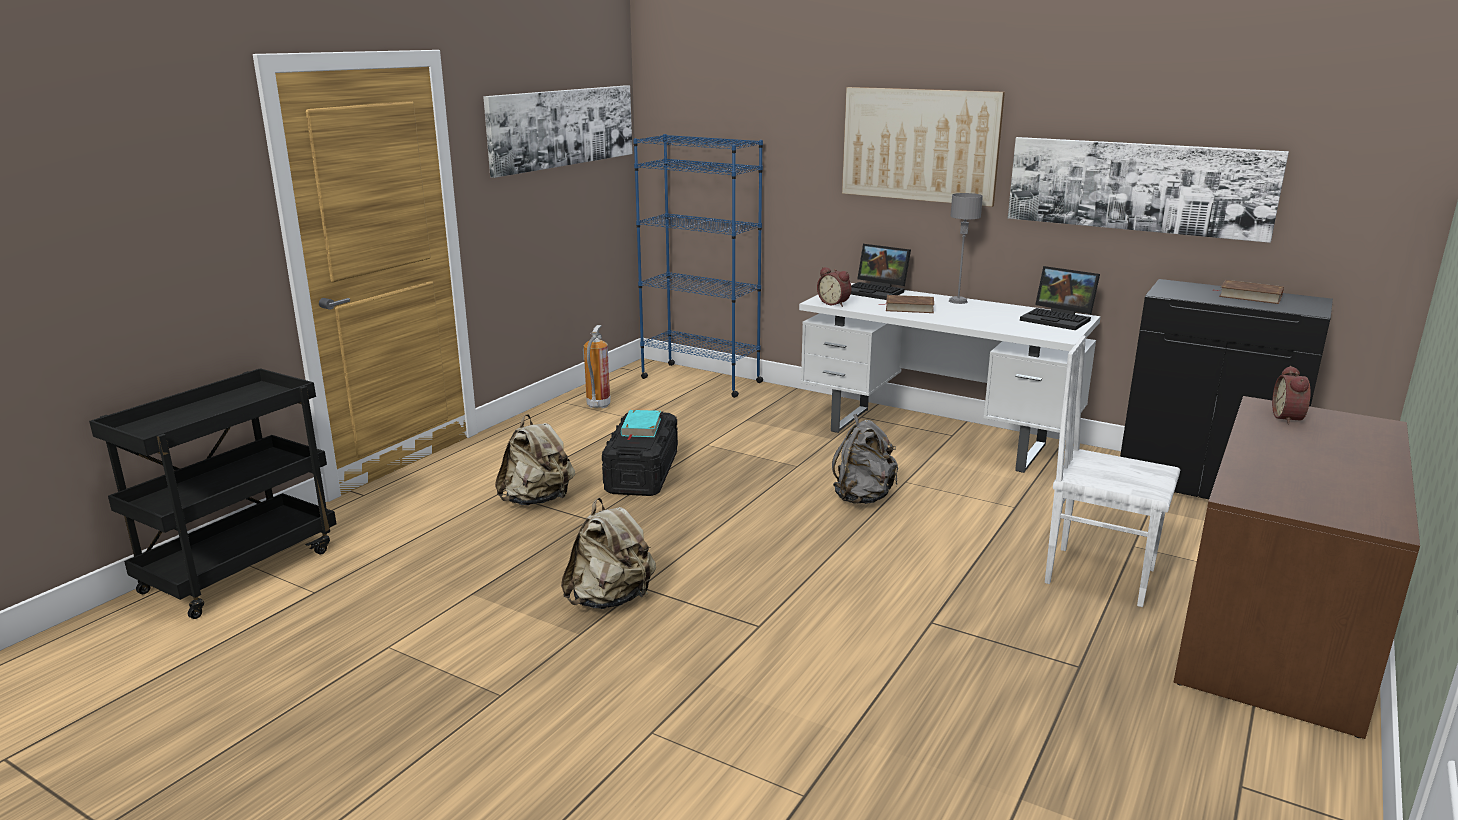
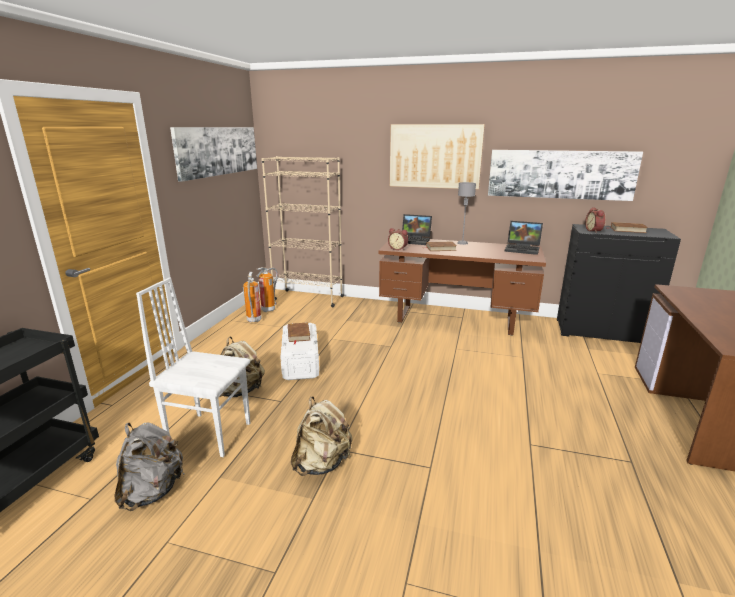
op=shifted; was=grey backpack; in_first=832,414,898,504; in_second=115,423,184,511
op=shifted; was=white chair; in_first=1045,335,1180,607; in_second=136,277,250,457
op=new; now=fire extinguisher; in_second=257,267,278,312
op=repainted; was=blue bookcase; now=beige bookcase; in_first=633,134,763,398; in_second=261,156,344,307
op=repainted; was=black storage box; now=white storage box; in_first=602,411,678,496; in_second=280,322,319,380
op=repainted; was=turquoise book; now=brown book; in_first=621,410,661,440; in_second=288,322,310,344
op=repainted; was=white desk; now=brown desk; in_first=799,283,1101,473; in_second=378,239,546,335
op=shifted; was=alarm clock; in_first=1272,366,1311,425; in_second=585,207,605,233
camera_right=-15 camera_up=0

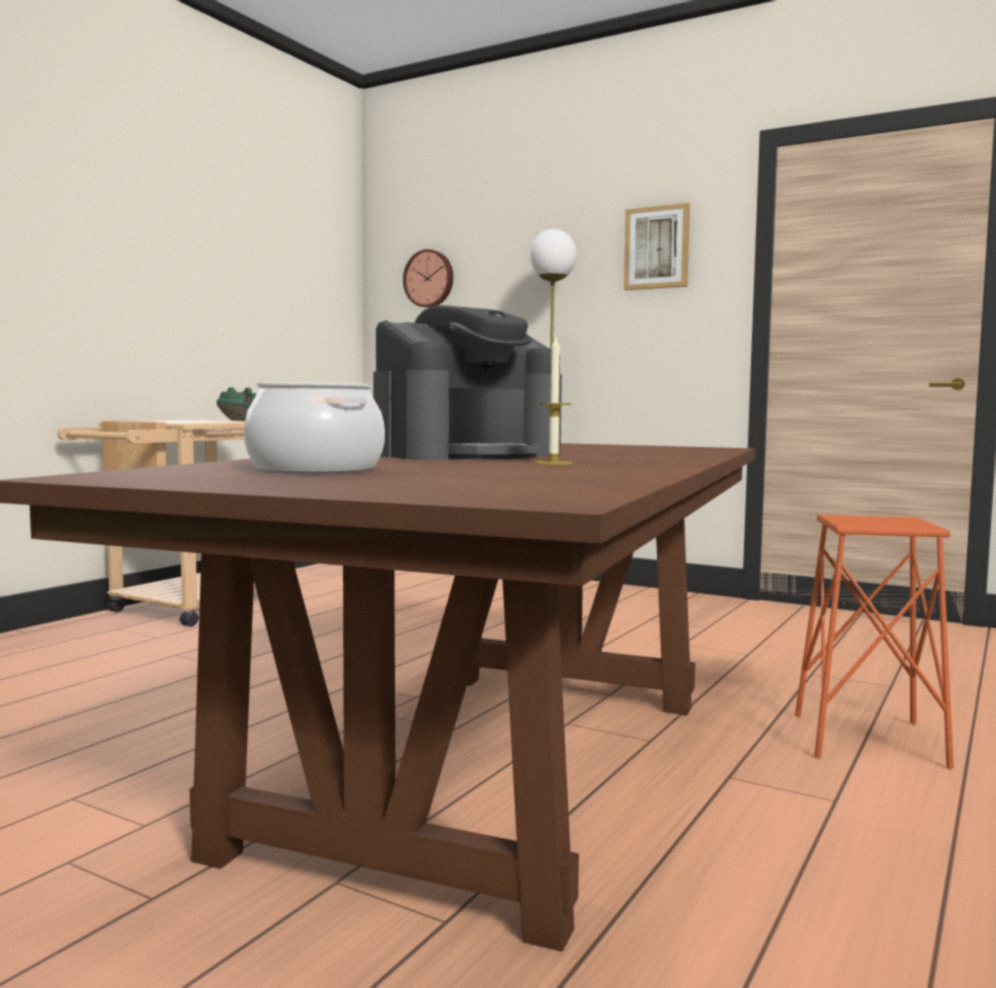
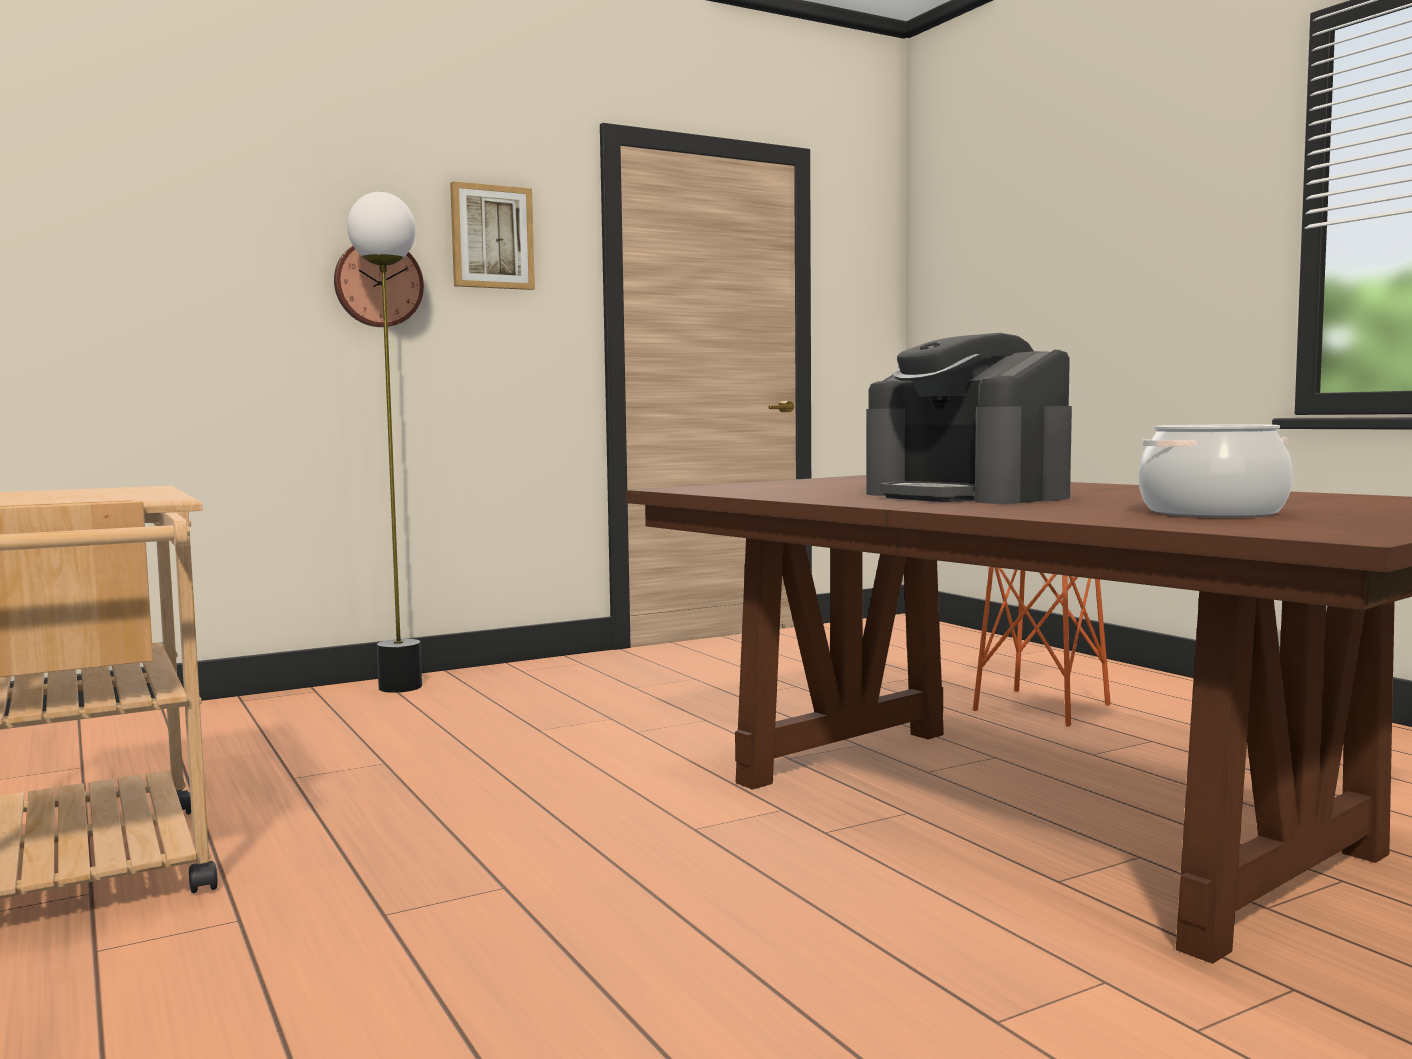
op=shifted; was=wall clock; in_first=403,249,453,308; in_second=334,246,424,327
op=rotated; was=coffee machine; in_first=373,305,562,460; in_second=866,333,1072,504; clockwise=150
op=gone; was=green cooking pot; in_first=217,387,257,421
op=gone; was=candle; in_first=534,335,573,465
camera_right=-60 camera_up=0

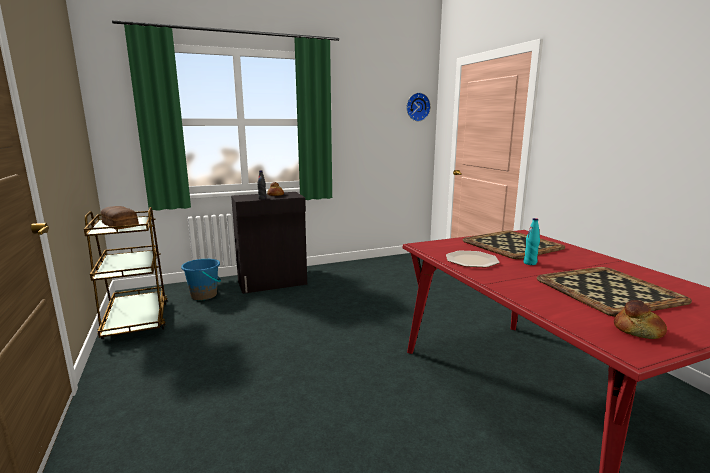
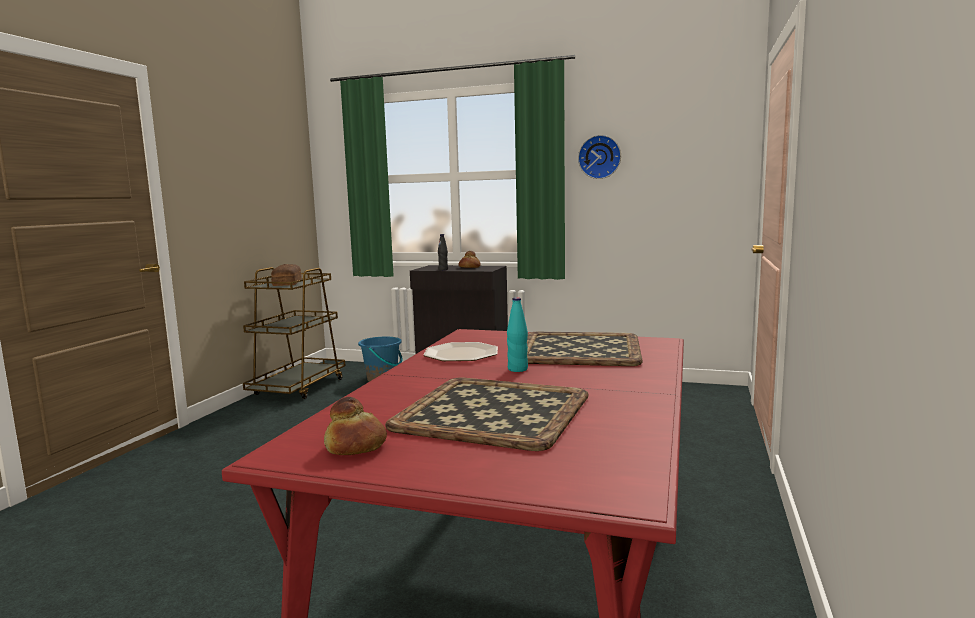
op=shifted; was=wall clock; in_first=407,93,431,121; in_second=578,135,621,179
camera_right=40 camera_up=-5

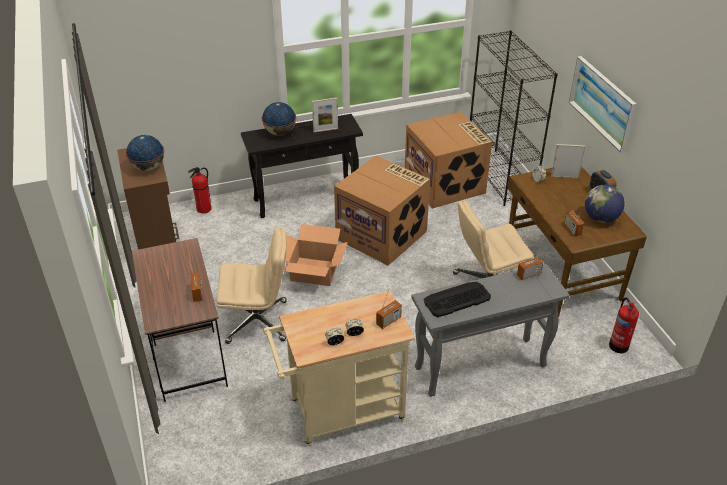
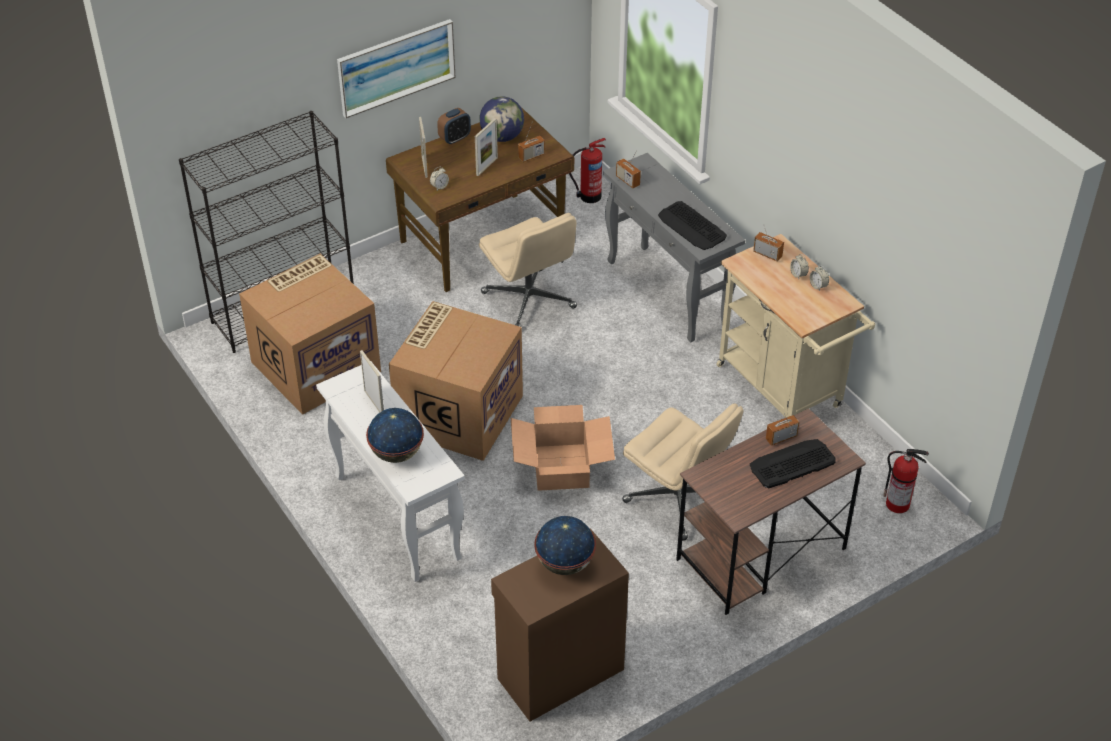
op=repainted; was=black console table; now=white console table; in_first=241,114,363,218; in_second=316,362,465,582
op=new; now=picture frame; in_second=475,118,498,176
op=rotated; was=beige office chair; in_first=216,228,287,344; in_second=622,403,744,541; clockwise=150
op=new; now=keyboard; in_second=750,439,835,489
op=shifted; was=fire extinguisher; in_first=188,167,212,213; in_second=883,449,929,513
camera_right=-105 camera_up=5

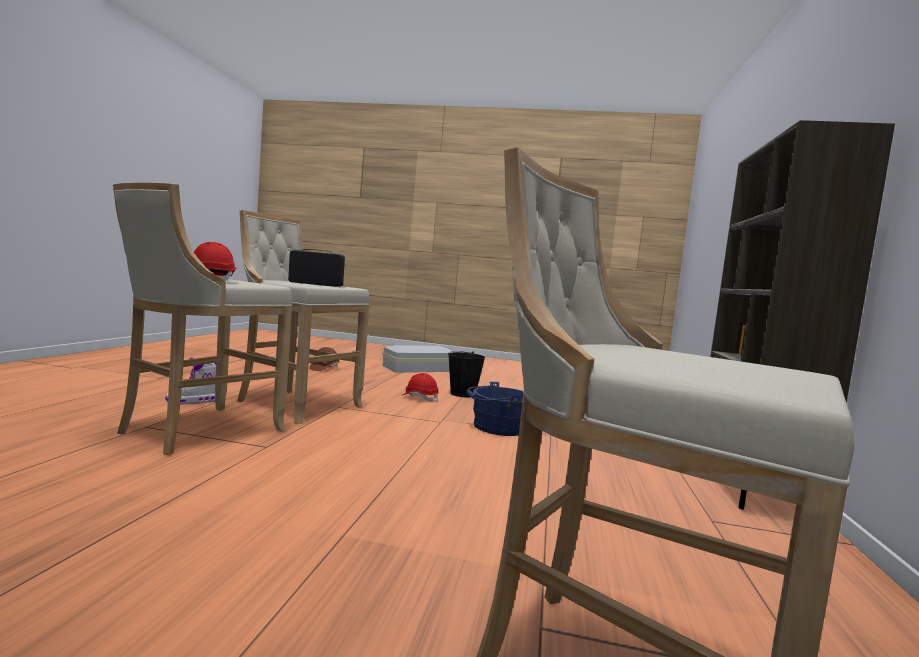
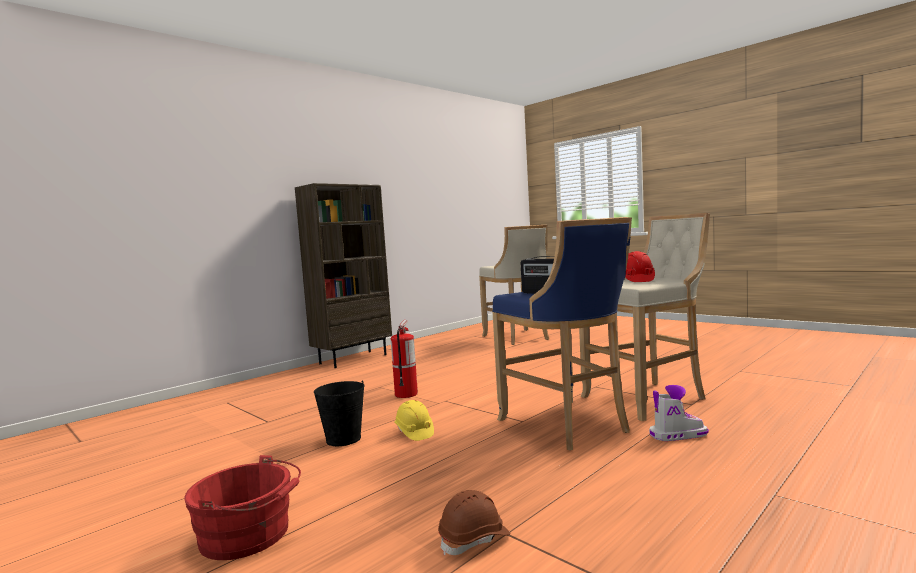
op=swapped; was=white storage box; now=red bucket; in_first=382,345,454,373; in_second=185,455,301,560
op=swapped; was=blue bucket; now=fire extinguisher; in_first=466,382,523,436; in_second=391,320,418,398
op=repainted; was=red hard hat; now=yellow hard hat; in_first=401,373,439,402; in_second=394,400,434,441
op=repainted; was=beige stool; now=blue stool; in_first=237,210,370,424; in_second=492,217,632,450
camera_right=-145 camera_up=0

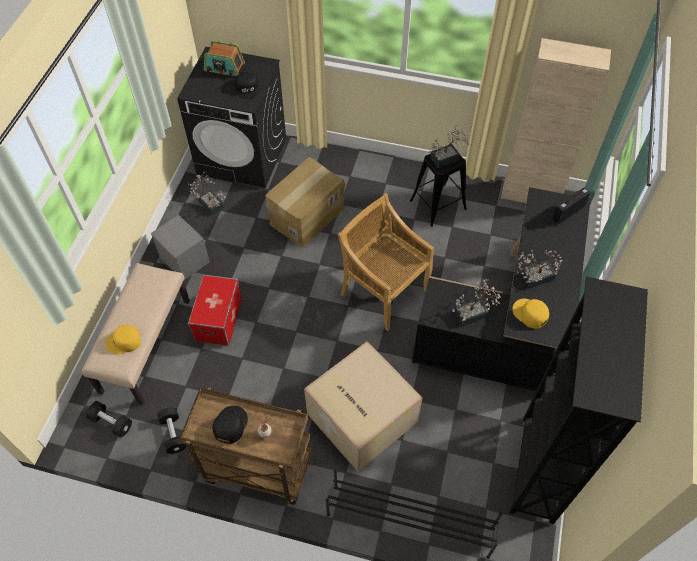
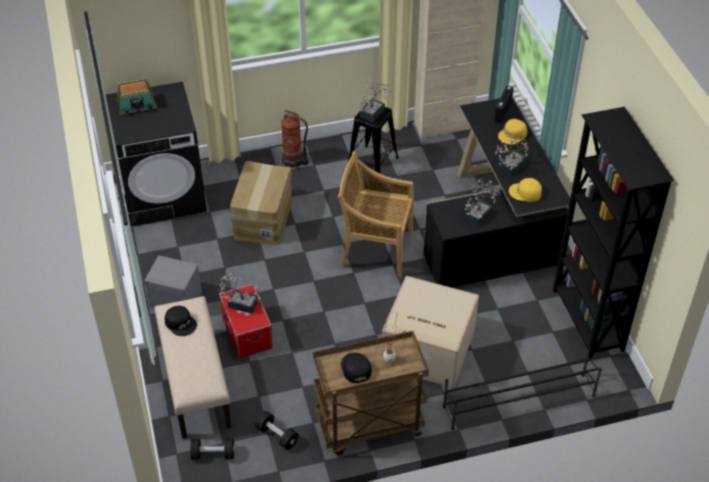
op=shifted; was=black cap; in_first=235,72,260,100; in_second=165,306,197,336
op=shifted; was=potted plant; in_first=188,171,226,215; in_second=217,270,263,314
op=new; now=fire extinguisher; in_second=281,110,308,169
op=shifted; was=yellow cap; in_first=105,325,141,355; in_second=498,119,527,144
camera_right=-30 camera_up=-10

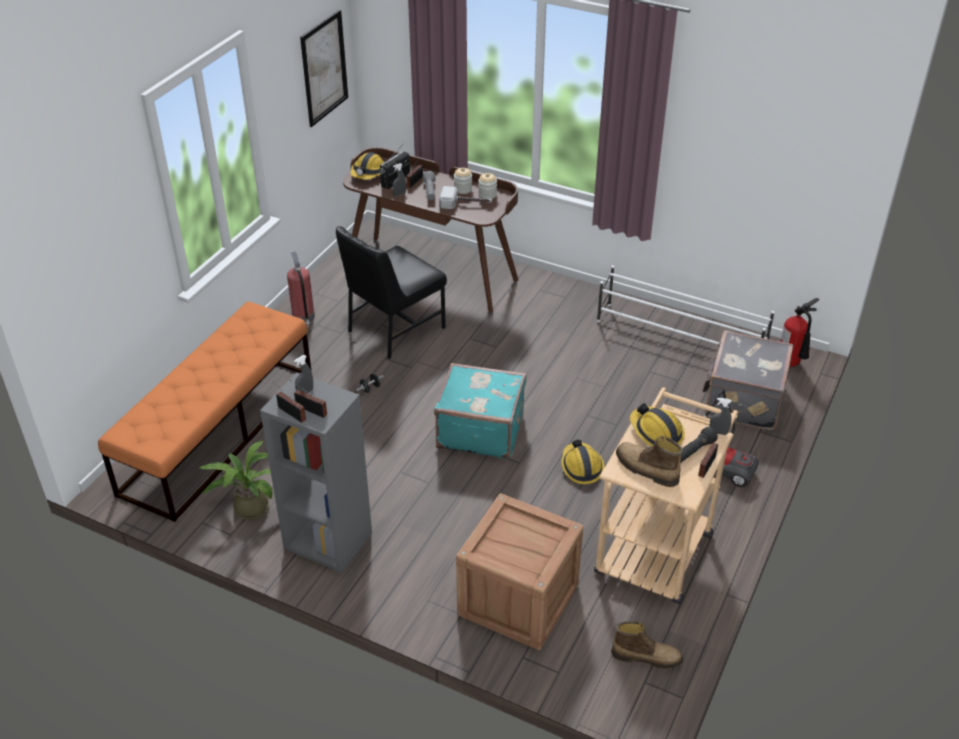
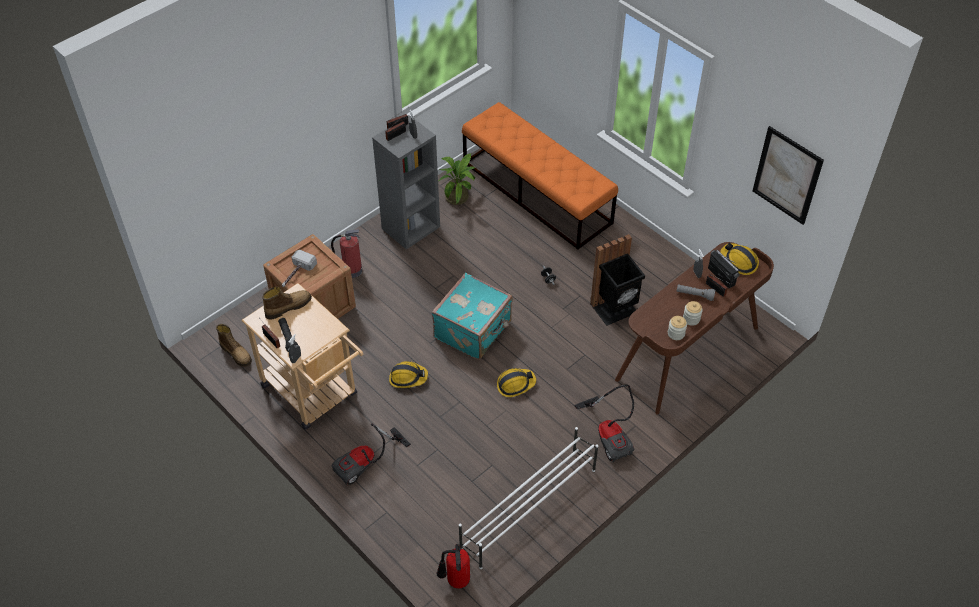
op=rotated; was=boot; in_first=611,621,683,669; in_second=216,324,252,367; clockwise=-75
op=shifted; was=hammer; in_first=439,186,492,209; in_second=282,250,317,287
op=shifted; was=fire extinguisher; in_first=287,252,315,327; in_second=331,229,362,278
op=shifted; was=hard hat; in_first=630,403,685,446; in_second=497,368,536,397
op=new; now=vacuum cleaner; in_second=574,384,634,462
op=swapped; was=black chair; now=black trash can; in_first=336,226,447,359; in_second=590,234,645,326
op=gone; was=grey suitcase; in_first=702,330,793,430
camera_right=110 camera_up=10

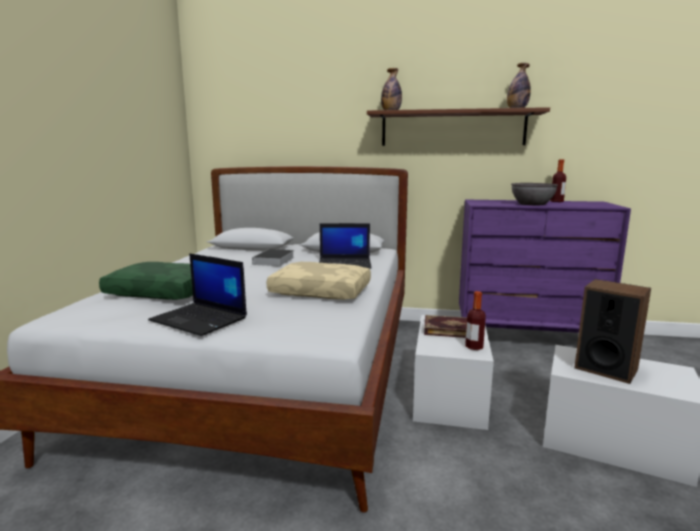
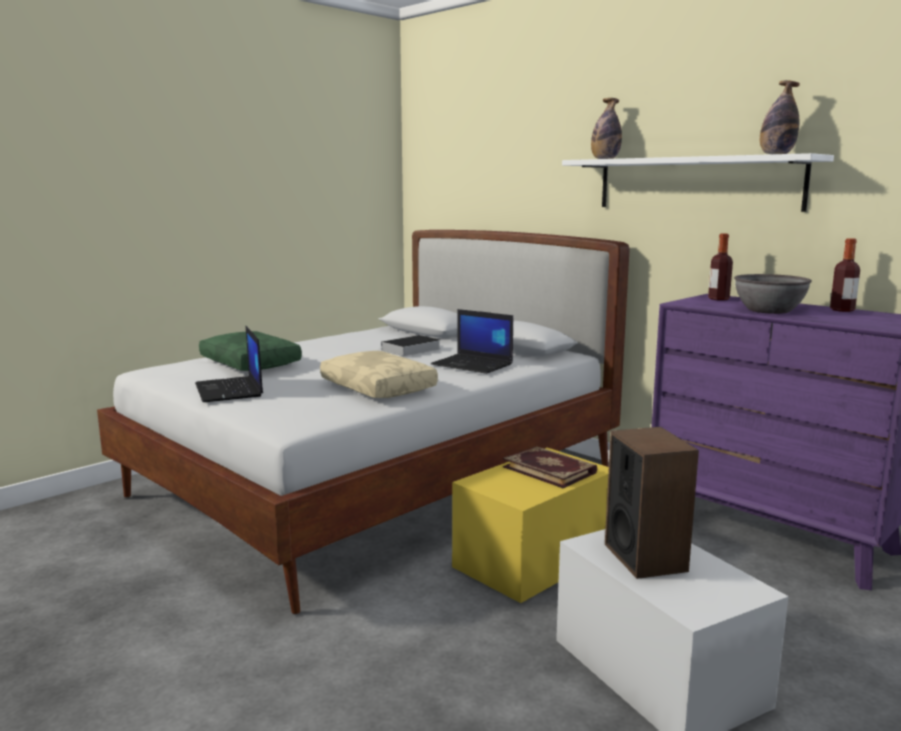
op=repainted; was=white storage box; now=yellow storage box; in_first=413,315,494,430; in_second=452,448,609,603
op=repainted; was=brown shelf; now=white shelf; in_first=367,107,550,146; in_second=562,153,834,212
op=shifted; was=bottle; in_first=465,291,486,350; in_second=708,234,733,300
camera_right=35 camera_up=0

